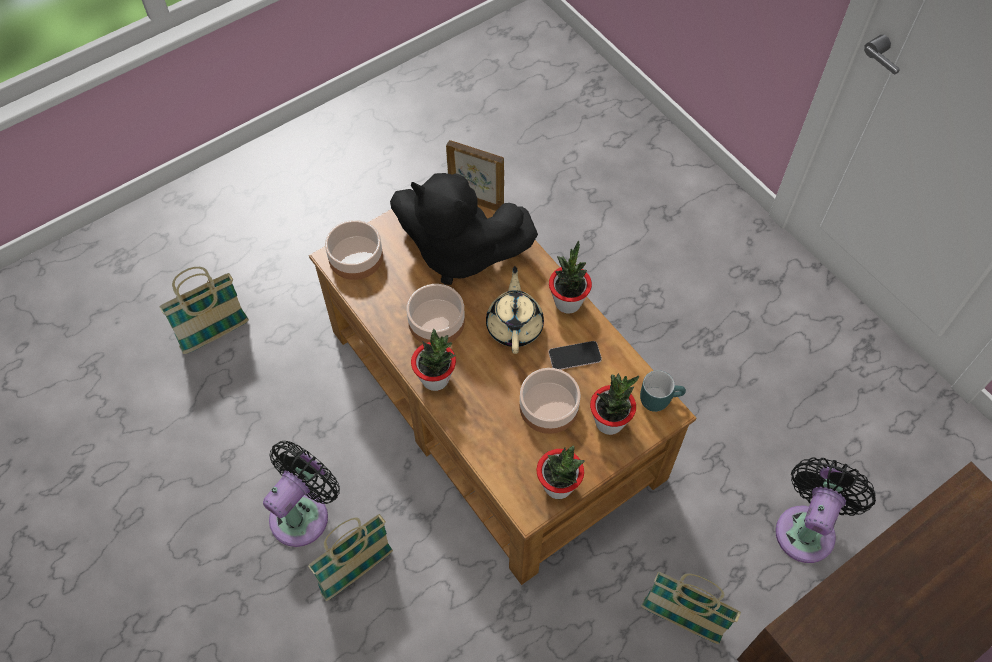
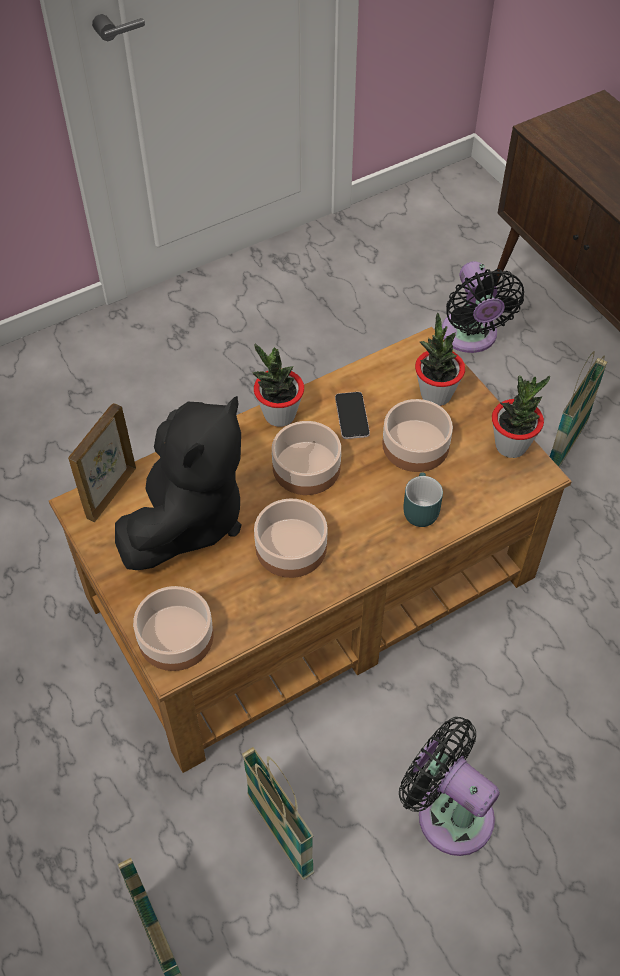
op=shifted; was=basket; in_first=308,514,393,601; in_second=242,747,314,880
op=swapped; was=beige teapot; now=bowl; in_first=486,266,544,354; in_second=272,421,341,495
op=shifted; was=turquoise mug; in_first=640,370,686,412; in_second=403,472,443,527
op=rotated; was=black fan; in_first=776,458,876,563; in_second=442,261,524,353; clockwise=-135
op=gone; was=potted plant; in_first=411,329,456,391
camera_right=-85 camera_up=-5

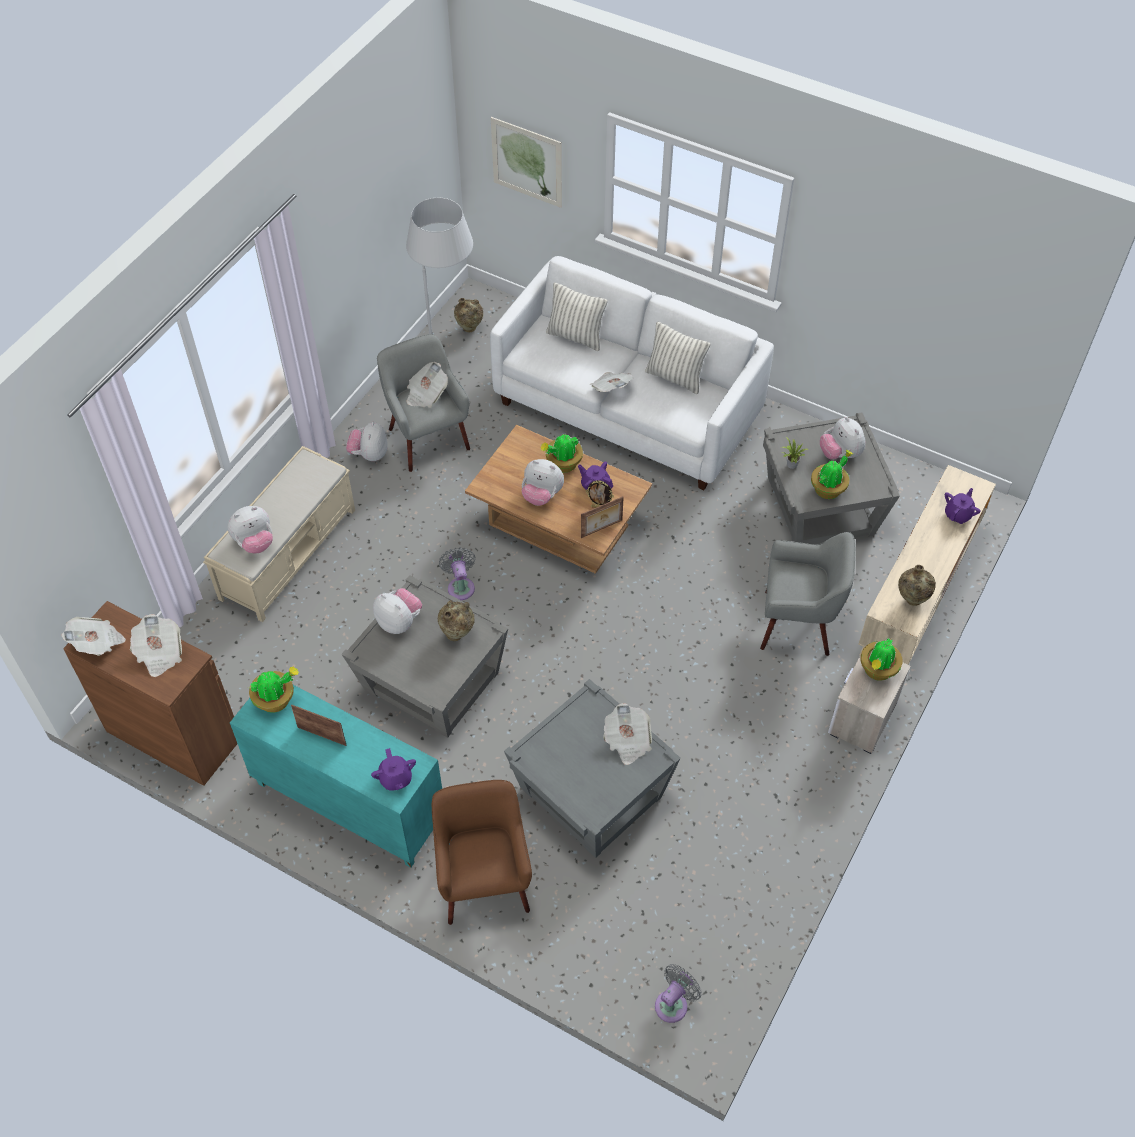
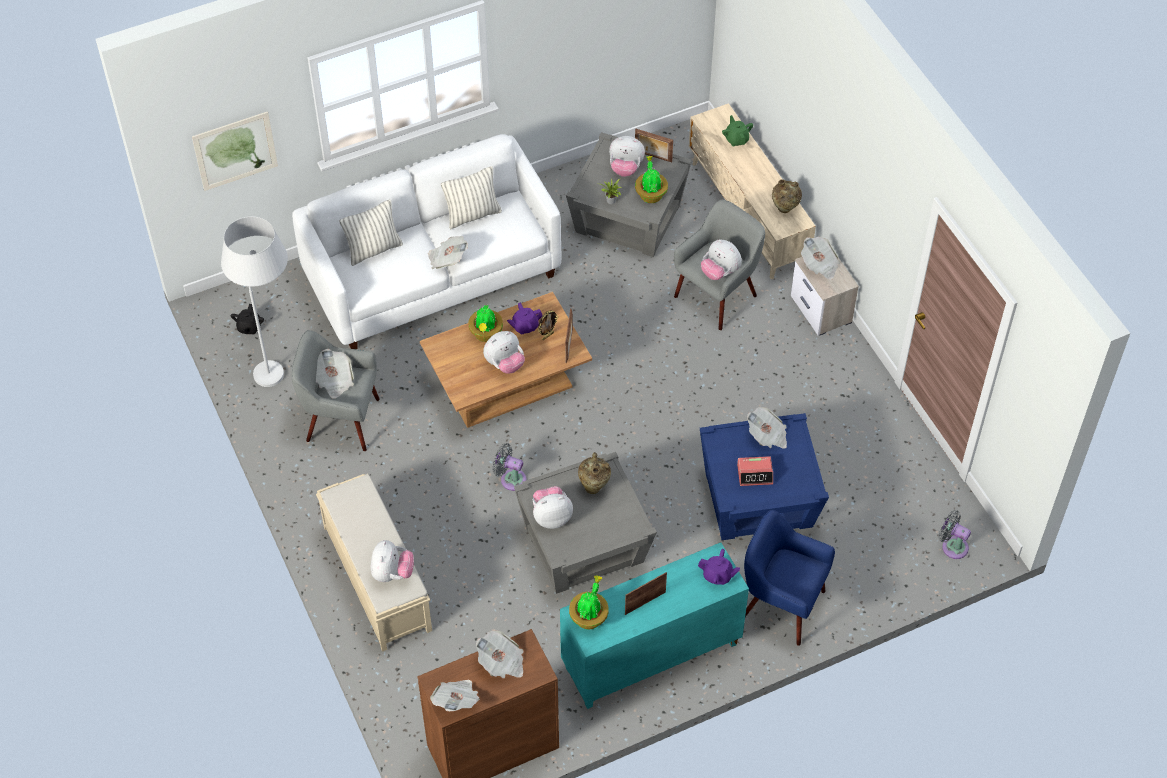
op=swapped; was=beige vase; now=black teapot; in_first=454,298,483,332; in_second=231,304,264,334
op=new; now=picture frame; in_second=635,129,673,162
op=repainted; was=grey side table; now=blue side table; in_first=504,679,681,858; in_second=700,413,829,540
op=shifted; was=plush toy; in_first=346,422,388,461; in_second=701,240,742,280
op=repainted; was=purple teapot; now=green teapot; in_first=945,488,981,524; in_second=722,115,753,146
op=new; now=alarm clock; in_second=737,456,773,486
op=repainted; was=brown armchair; now=blue armchair; in_first=432,780,532,925; in_second=744,510,835,646
op=swapped; was=potted plant; now=newspaper; in_first=860,639,902,681; in_second=801,237,840,280
op=rotated; was=grey fan; in_first=655,964,702,1023; in_second=938,510,971,559; clockwise=-45
camera_right=-55 camera_up=0

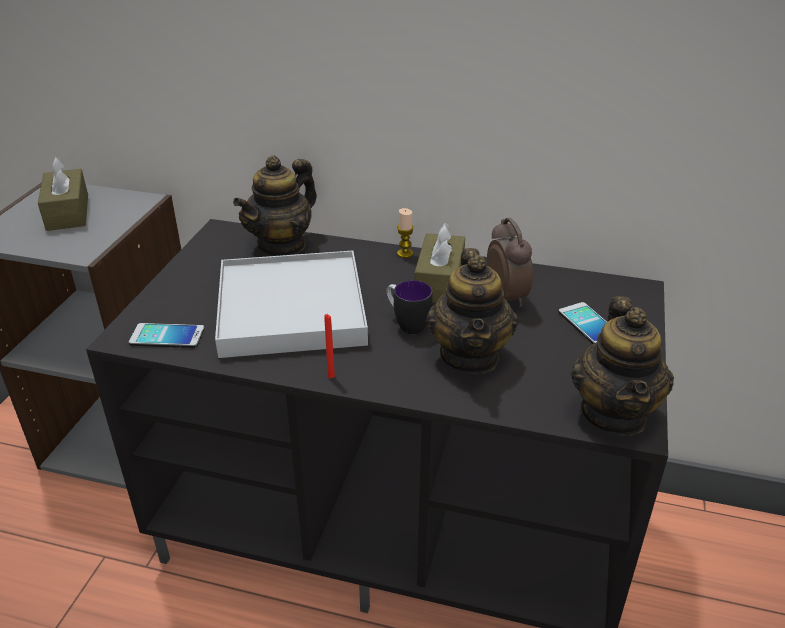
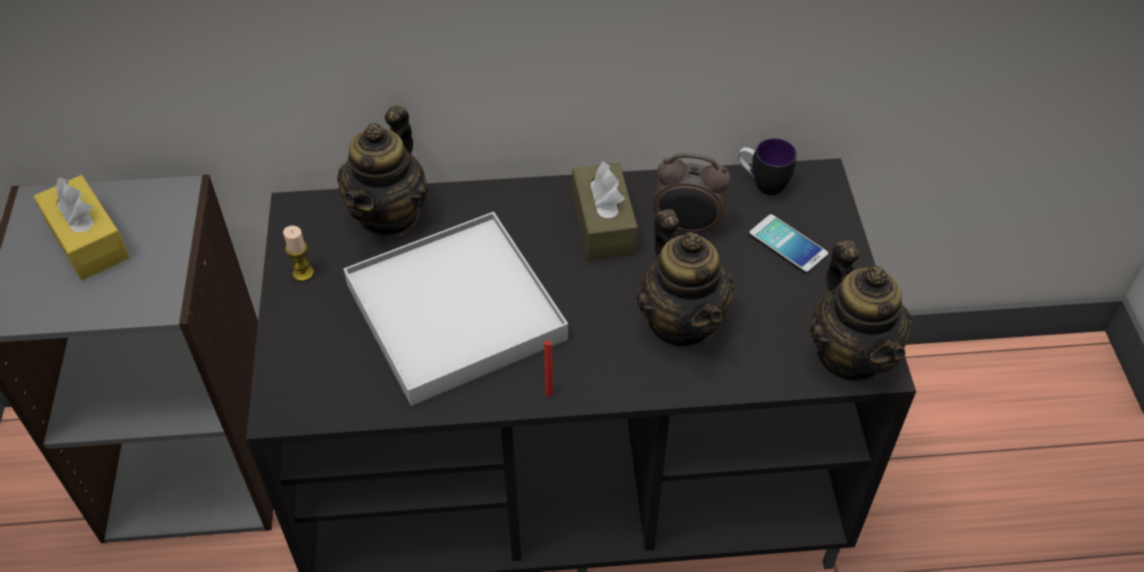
op=repainted; was=brown tissue box; now=yellow tissue box; in_first=38,156,88,231; in_second=33,175,130,280
op=shifted; was=candle; in_first=397,208,414,258; in_second=283,226,314,281
op=rotated; was=alarm clock; in_first=487,218,533,307; in_second=653,153,730,236; clockwise=135
op=shifted; was=mug; in_first=386,280,433,334; in_second=738,138,797,196
op=gone; was=phone; in_first=129,323,204,348
camera_right=-20 camera_up=15

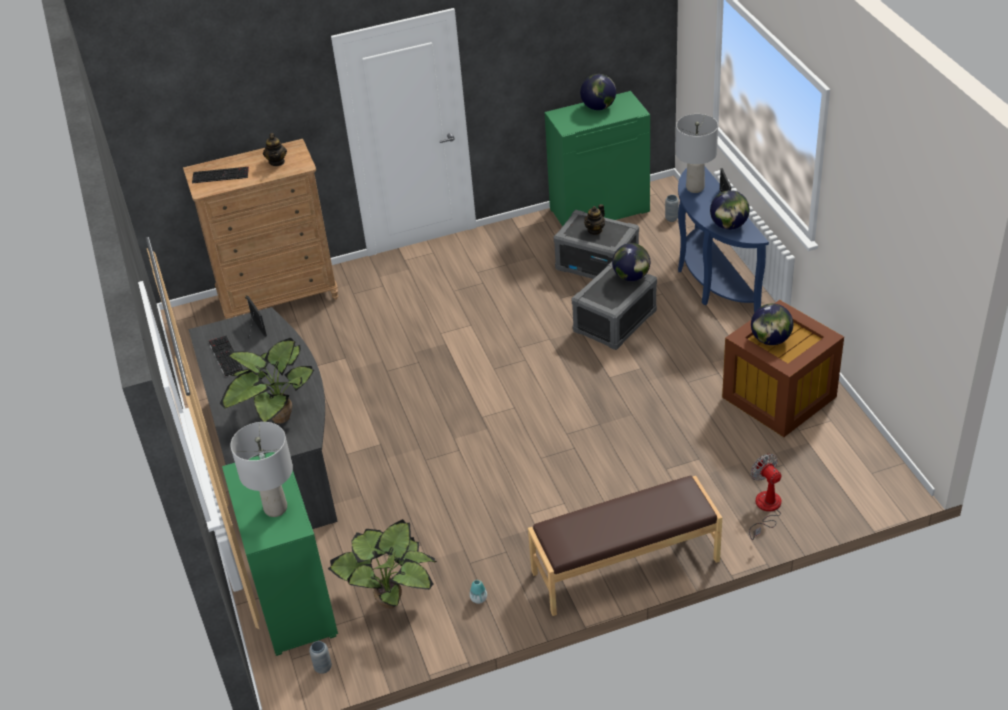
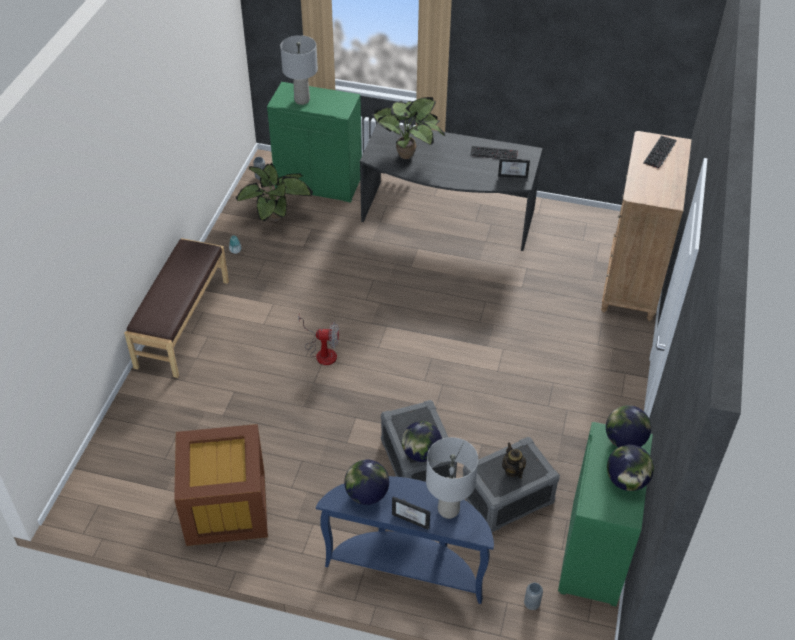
op=shifted; was=fan; in_first=749,454,781,540; in_second=298,316,339,365
op=shifted; was=globe; in_first=751,303,793,345; in_second=606,405,651,447
op=gone; was=teapot; in_first=263,133,287,166
camera_right=120 camera_up=5

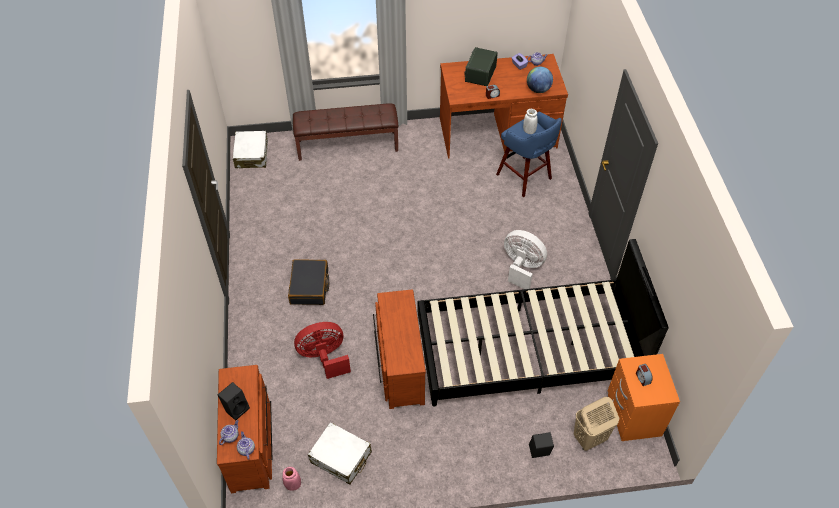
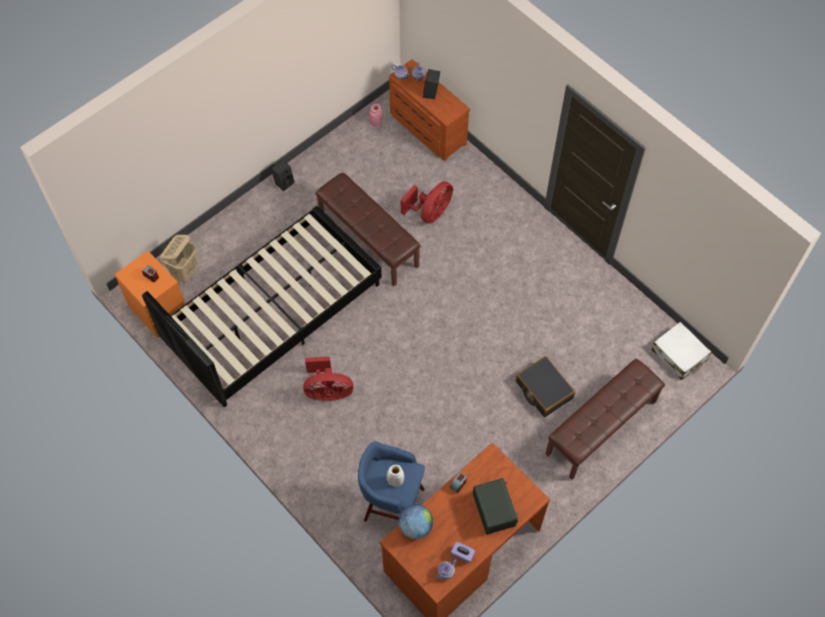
op=shifted; was=black speaker; in_first=529,432,554,458; in_second=271,160,295,191
op=repainted; was=white fan; now=red fan; in_first=504,230,547,289; in_second=303,356,353,401
op=swapped; was=brown dresser; now=brown bench; in_first=373,289,426,409; in_second=315,173,420,286
op=shifted; was=black suitcase; in_first=288,259,329,305; in_second=516,356,575,417
op=gone; was=white suitcase; in_first=308,422,372,485
camera_right=145 camera_up=10

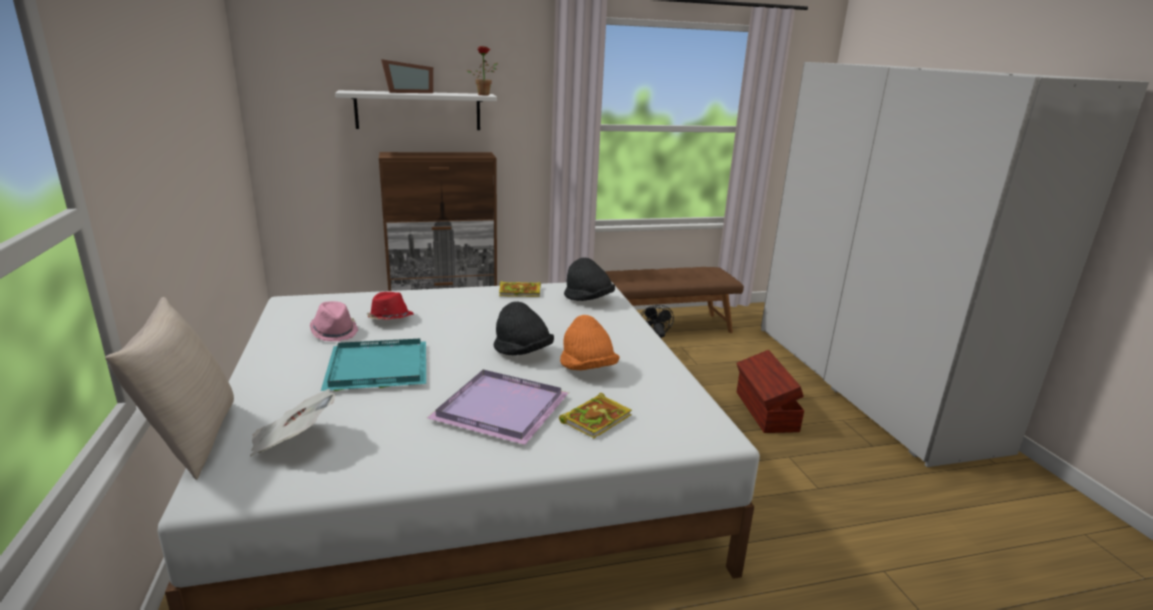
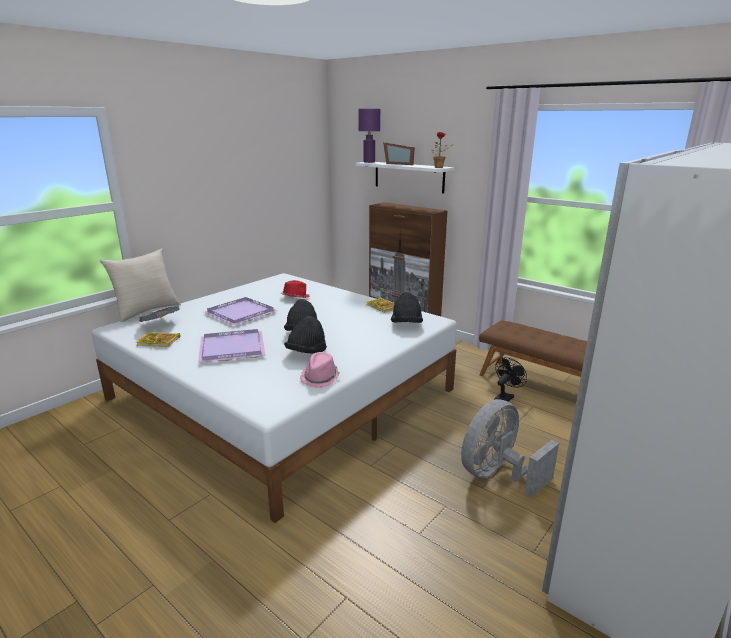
op=shifted; was=book; in_first=559,393,632,438; in_second=136,332,180,347
op=repainted; was=turquoise tray; now=purple tray; in_first=321,339,426,391; in_second=204,297,278,326
op=repainted; was=orange hat; now=black hat; in_first=560,315,620,370; in_second=284,316,327,354
op=shifted; was=pink hat; in_first=310,301,358,341; in_second=300,352,340,388
op=new; now=purple table lamp; in_second=358,109,380,163
op=swapped; was=brown storage box; now=grey fan; in_first=736,350,804,433; in_second=461,399,559,497
camera_right=55 camera_up=0

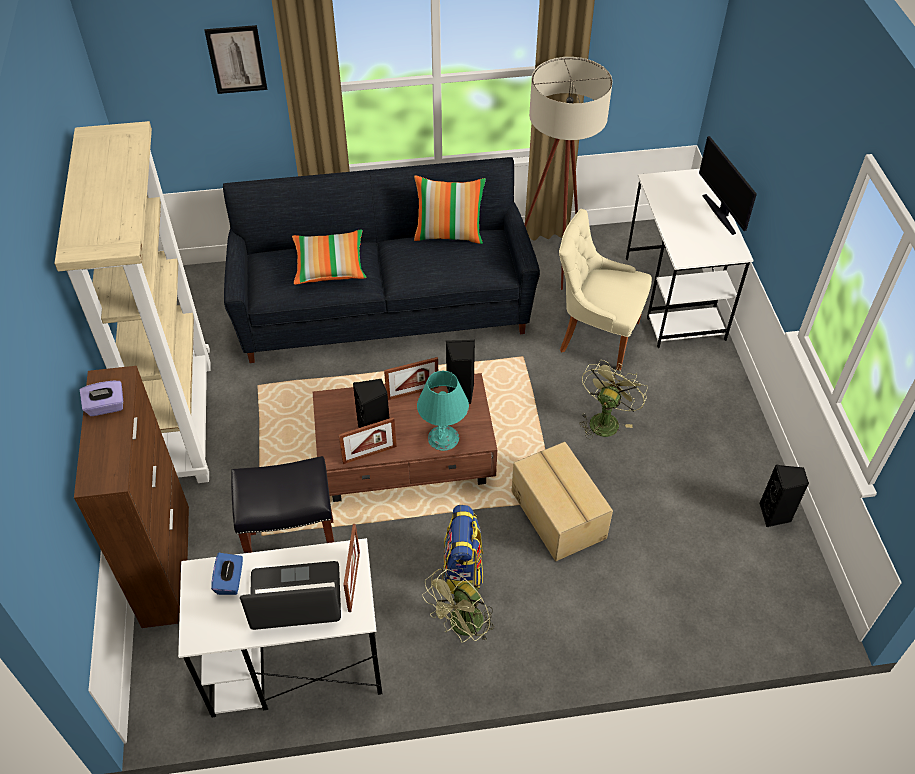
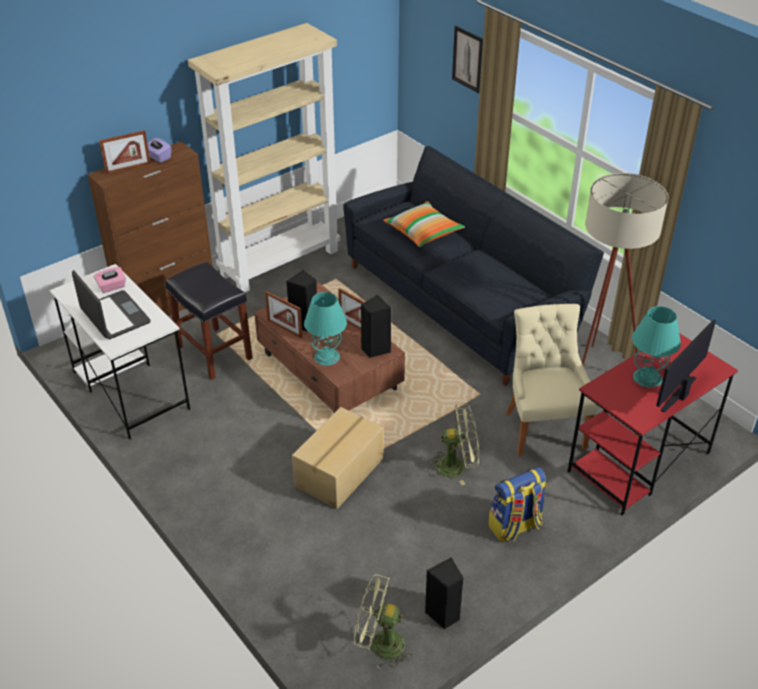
op=repainted; was=blue tissue box; now=pink tissue box; in_first=211,553,243,595; in_second=94,267,126,293
op=shifted; was=picture frame; in_first=343,524,360,612; in_second=99,130,151,174
op=shifted; was=green fan; in_first=422,568,494,642; in_second=354,574,413,669
op=shifted; was=backpack; in_first=443,505,484,594; in_second=488,467,547,543
op=repainted; was=white desk; now=red desk; in_first=626,169,754,348; in_second=567,333,738,515
op=new; now=turquoise table lamp; in_second=632,306,681,388
op=gone; was=pillow; in_first=414,175,486,244
camera_right=60 camera_up=-10

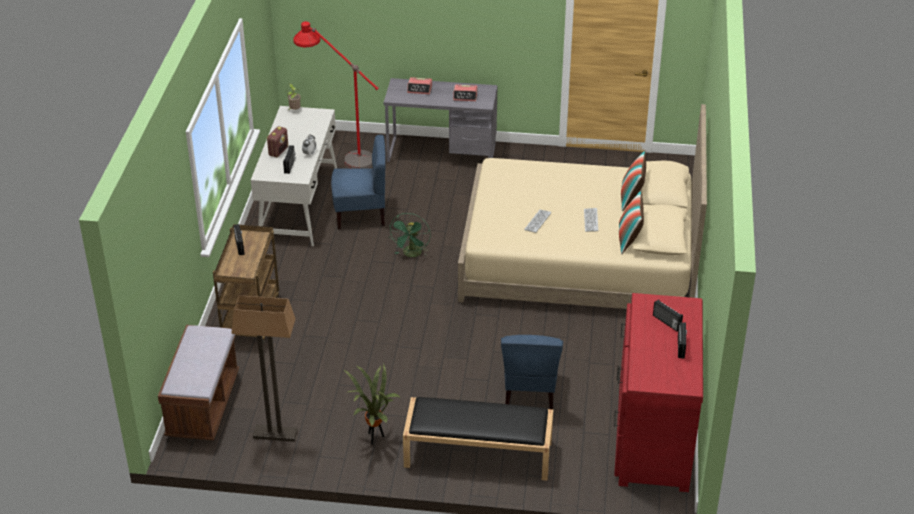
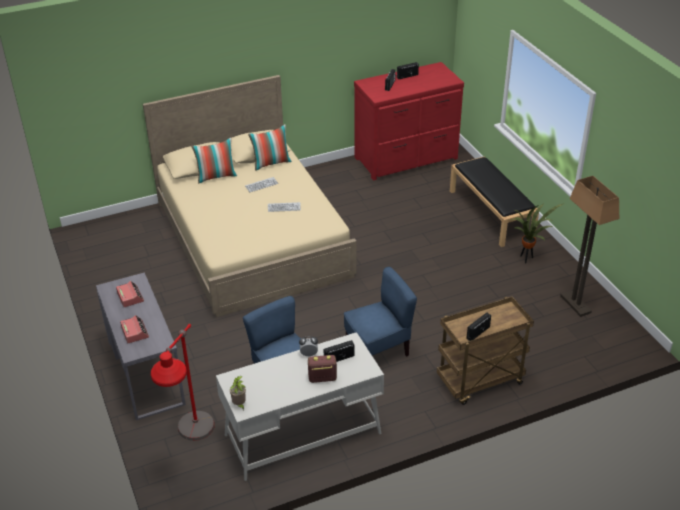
op=shifted; was=blue chair; in_first=501,335,563,409; in_second=344,267,417,357
op=gone; was=brown bench; in_first=158,325,239,440
op=gone; was=green fan; in_first=389,213,431,257
camera_right=-120 camera_up=0

